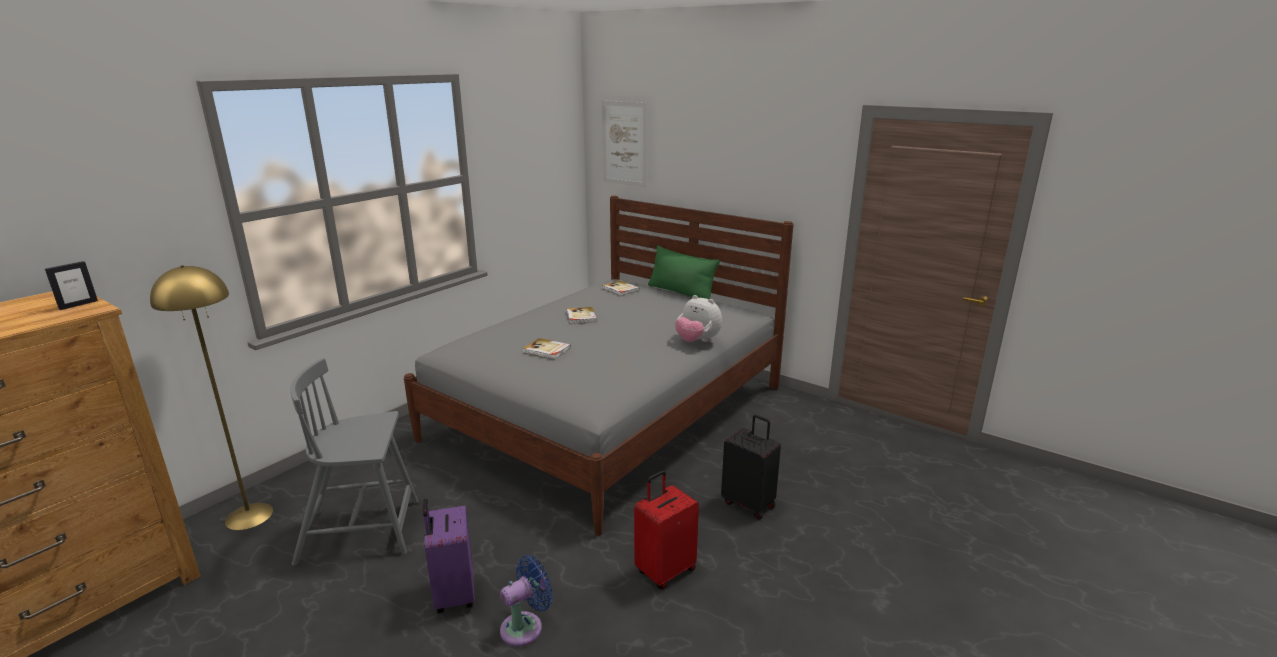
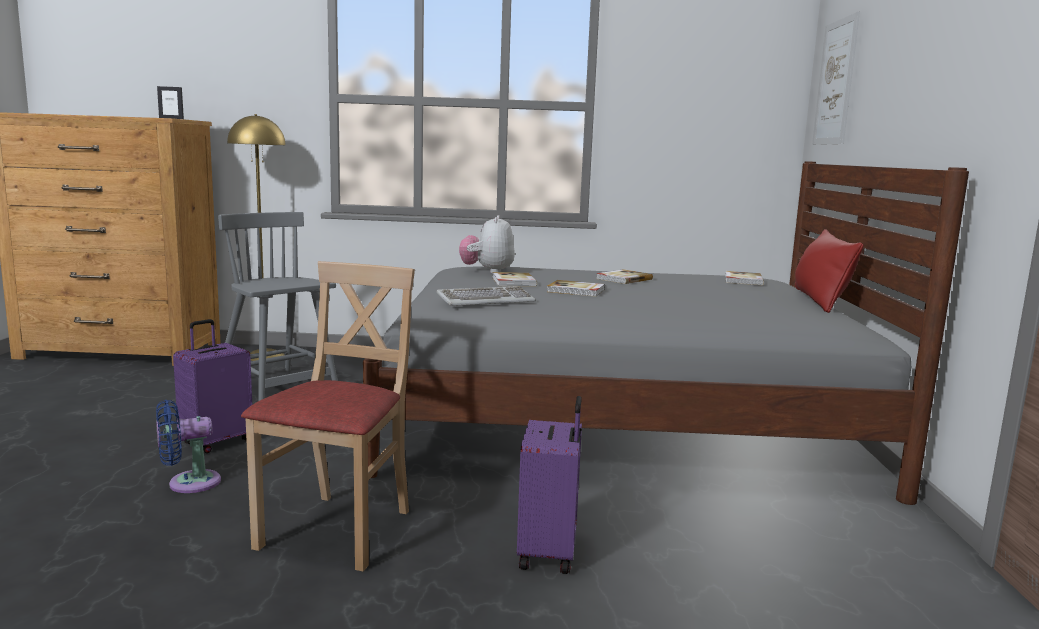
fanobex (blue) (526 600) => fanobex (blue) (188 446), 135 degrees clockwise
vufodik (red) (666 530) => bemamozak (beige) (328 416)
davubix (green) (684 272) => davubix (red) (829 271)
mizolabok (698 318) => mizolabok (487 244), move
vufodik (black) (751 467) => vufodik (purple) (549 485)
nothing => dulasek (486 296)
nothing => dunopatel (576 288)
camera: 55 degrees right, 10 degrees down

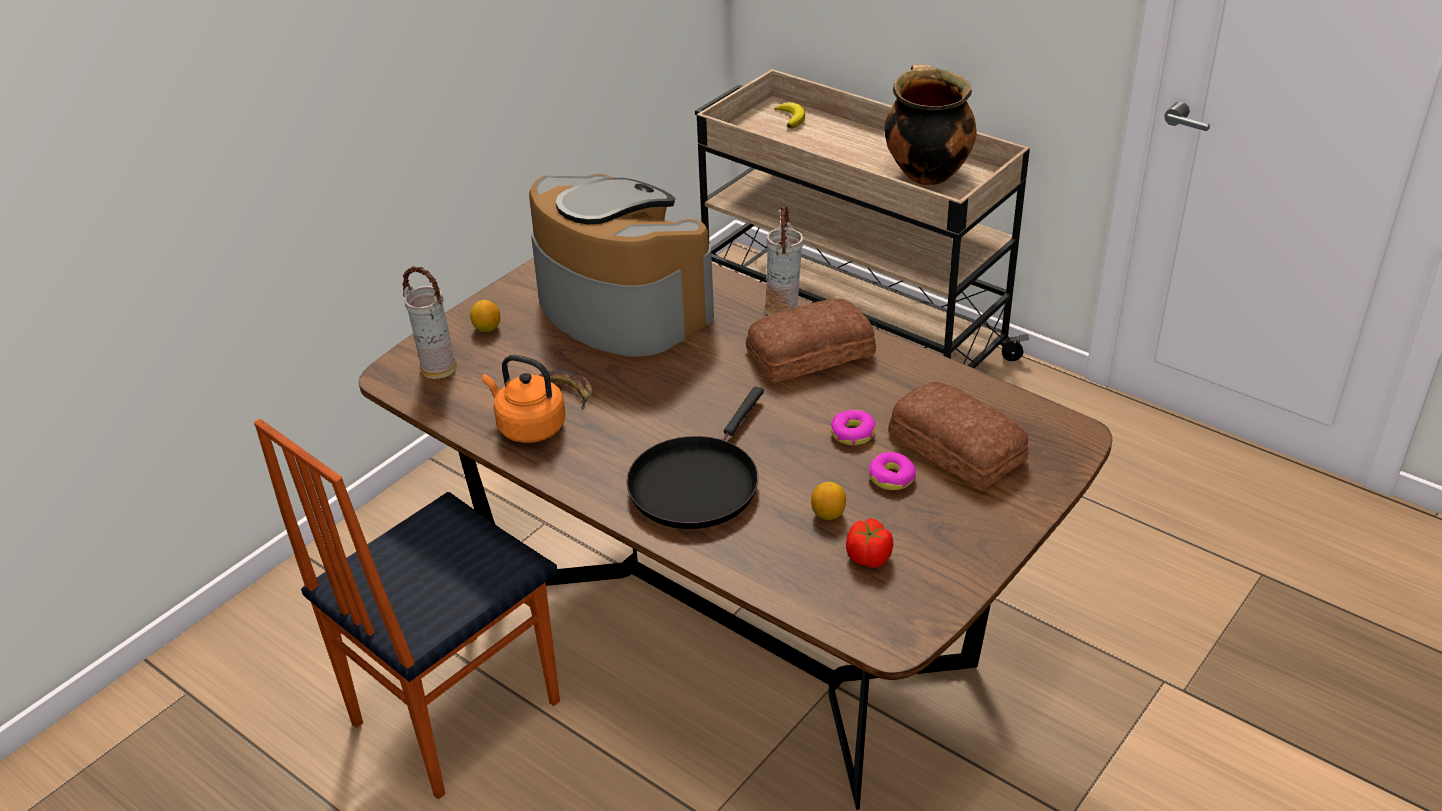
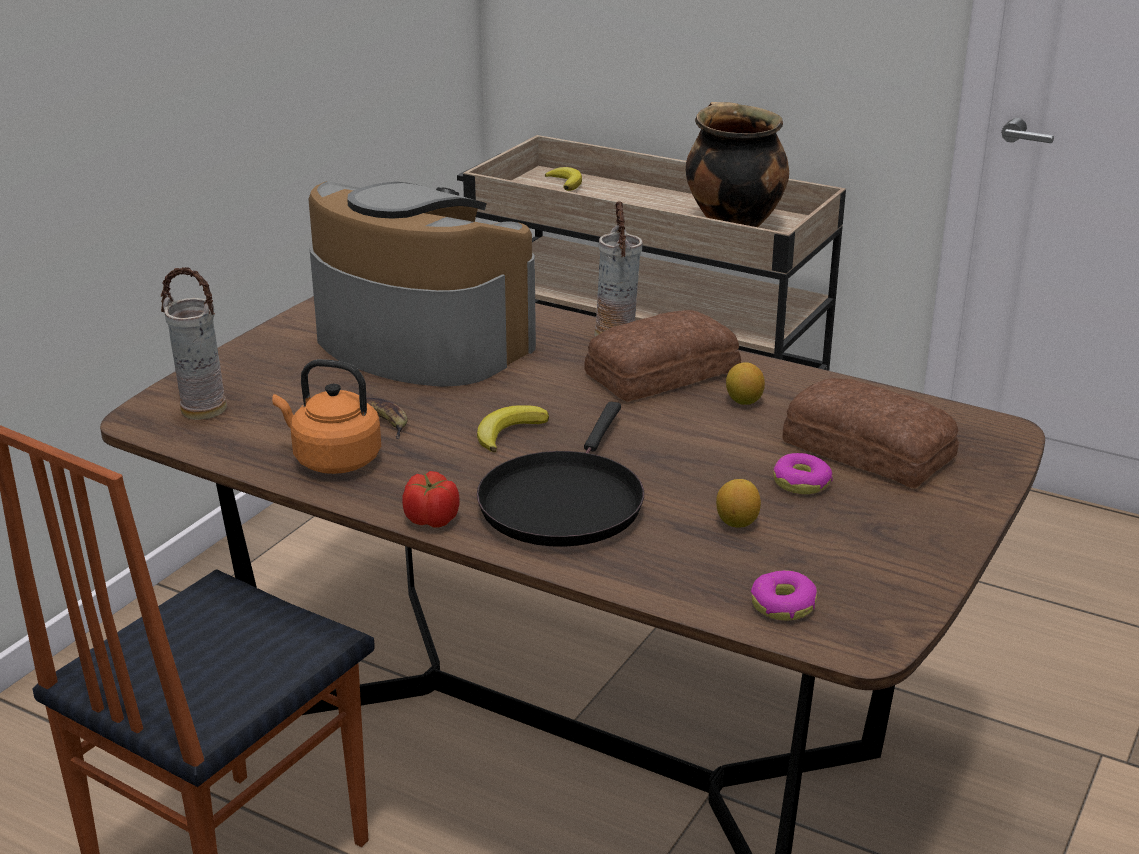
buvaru (485 316) => buvaru (745 383), move
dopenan (853 427) => dopenan (784 595), move
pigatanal (869 543) => pigatanal (431 499), move
nothing => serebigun (513 428)
camera: 10 degrees left, 10 degrees down

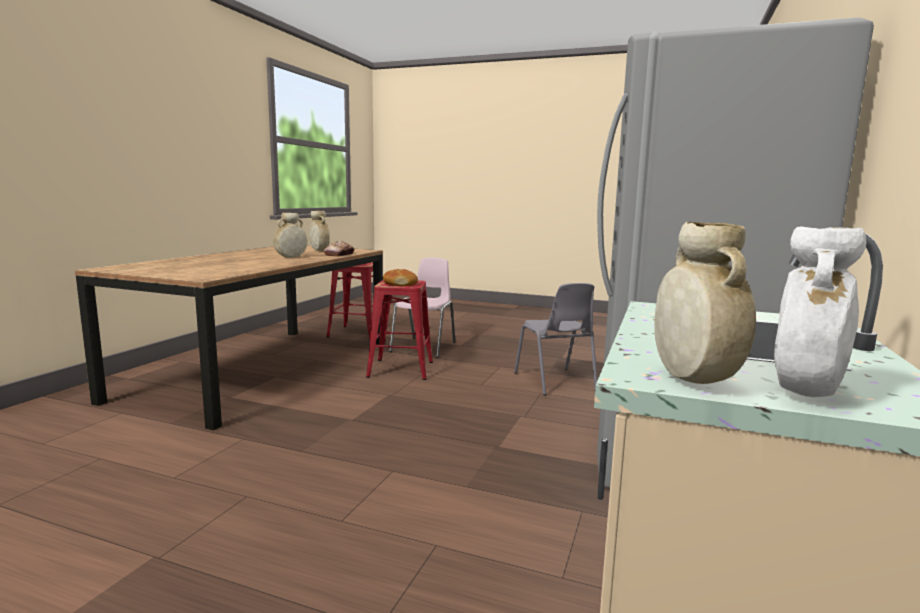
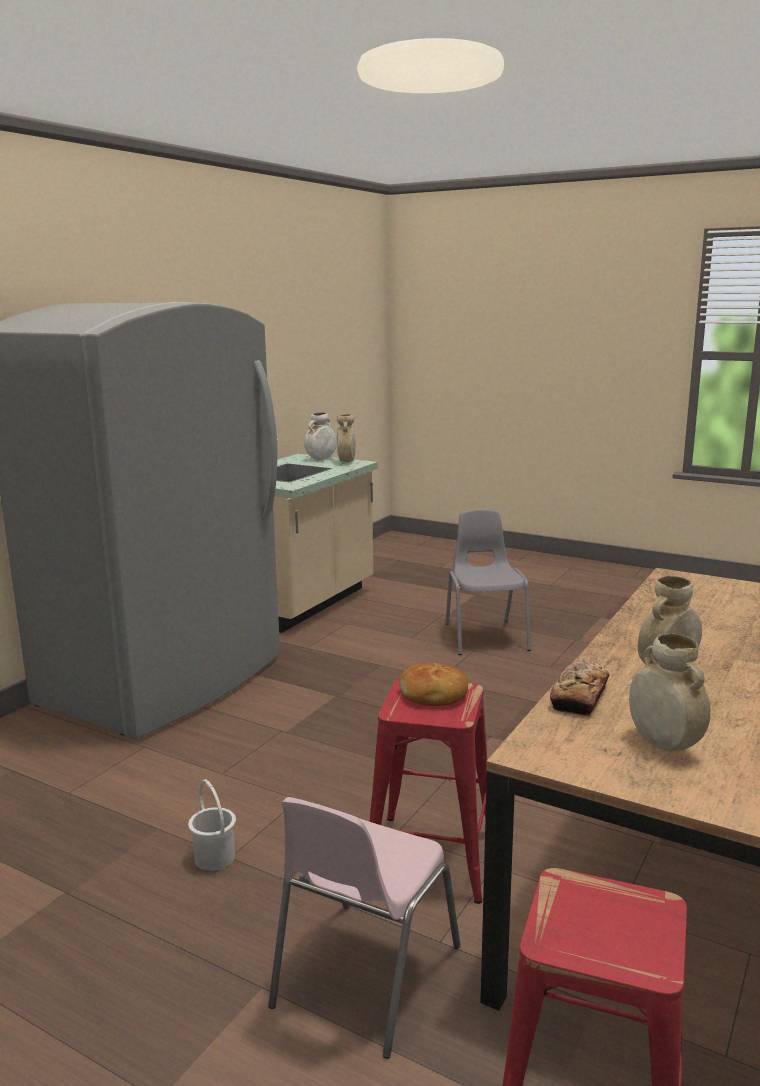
bemamozak (grey) (555 339) => bemamozak (grey) (488 582), move
nothing => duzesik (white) (212 825)
camera: 170 degrees left, 5 degrees up

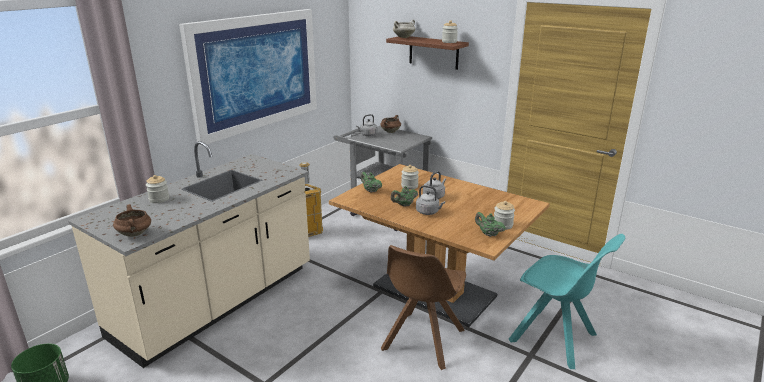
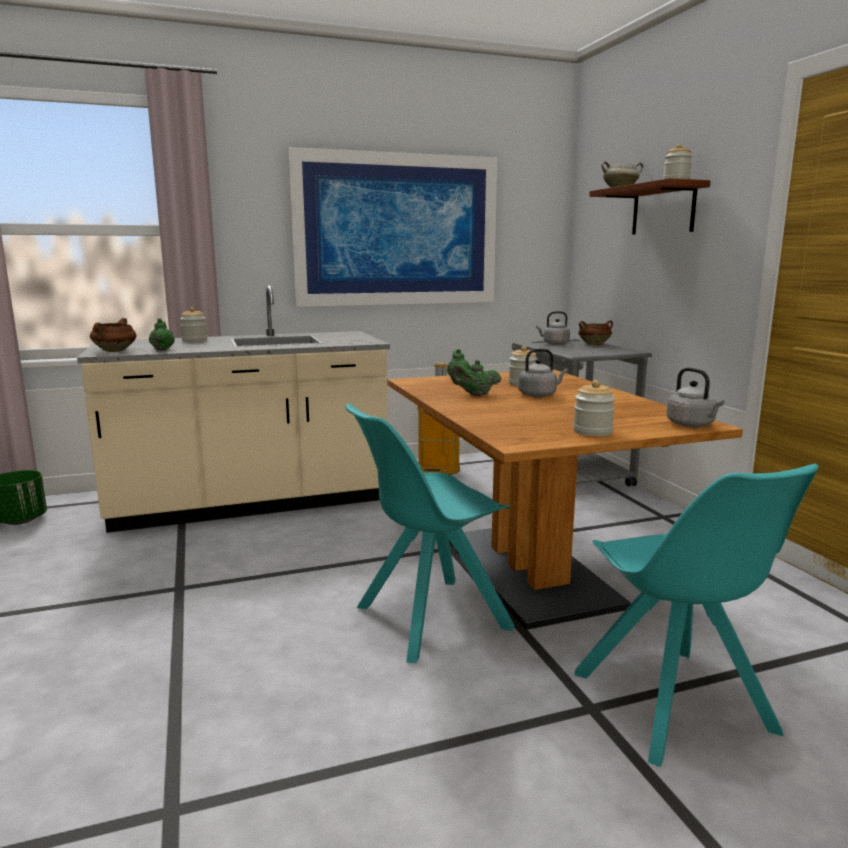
bemamozak (brown) (423 307) => bemamozak (turquoise) (430 533)
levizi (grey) (430 200) => levizi (grey) (695 397), move
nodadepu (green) (490 224) => nodadepu (green) (162 334), move
camera: 35 degrees right, 10 degrees down

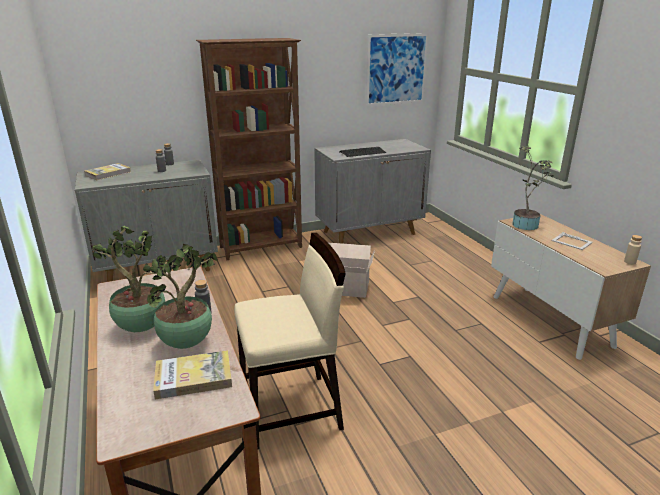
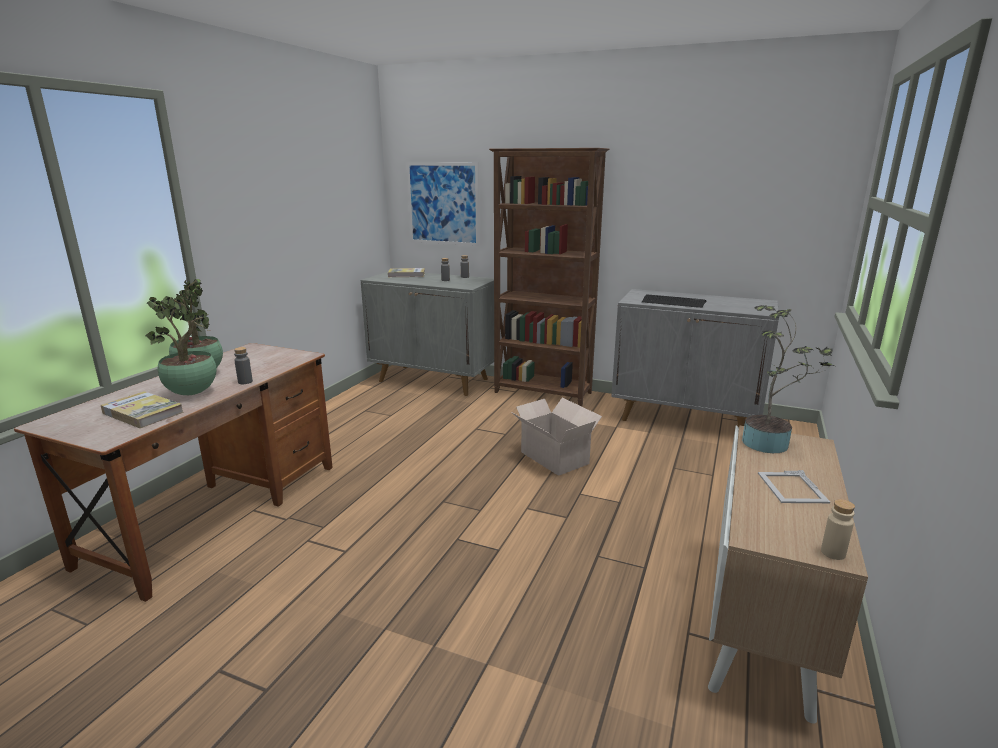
bemamozak (beige) (290 341) => nothing
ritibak (397 69) => ritibak (443 204), move
camera: 45 degrees right, 5 degrees down

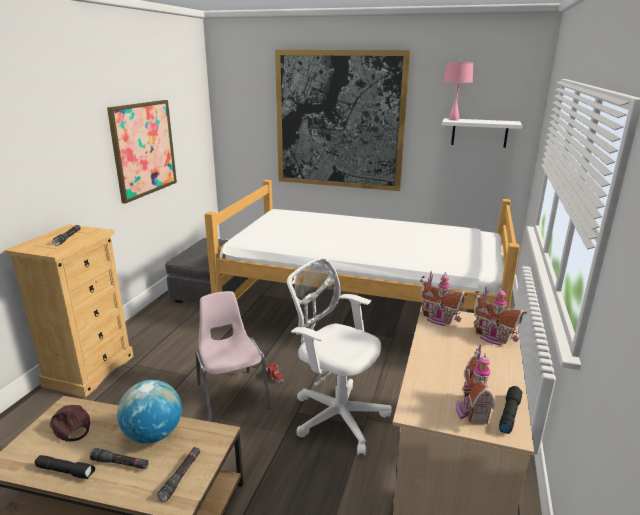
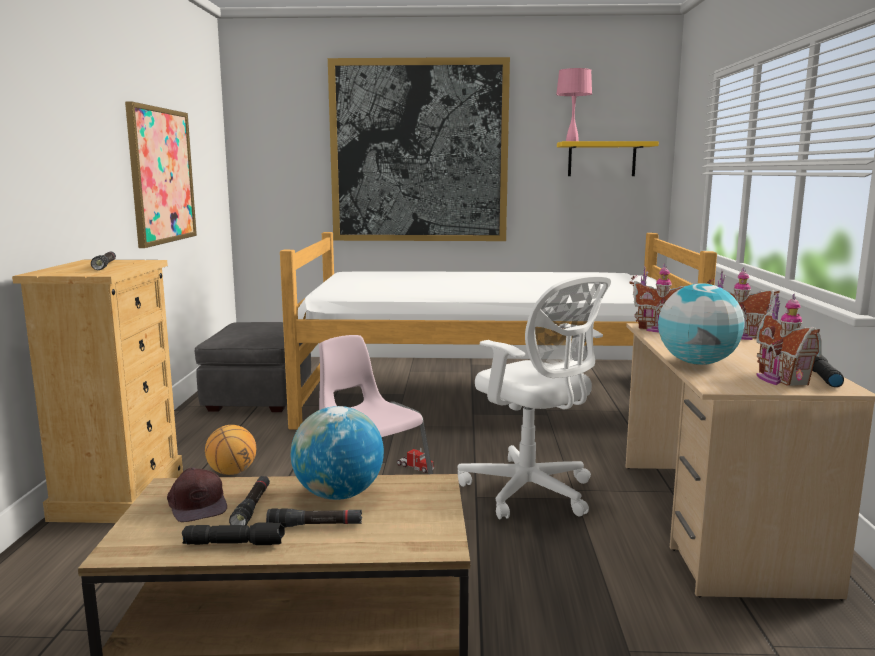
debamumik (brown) (70 423) => debamumik (brown) (197 494), 150 degrees counterclockwise
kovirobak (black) (178 474) => kovirobak (black) (249 500), move
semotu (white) (339 356) => semotu (white) (534 397), 150 degrees counterclockwise
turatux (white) (482 133) => turatux (yellow) (608 158)
nothing => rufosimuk (230 450)
nothing => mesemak (701 324)
camera: 15 degrees left, 10 degrees down

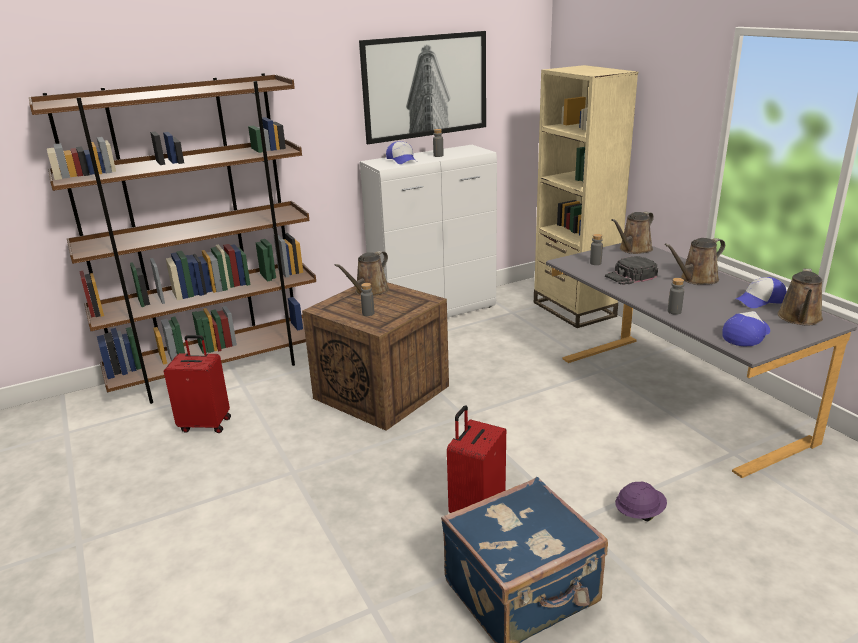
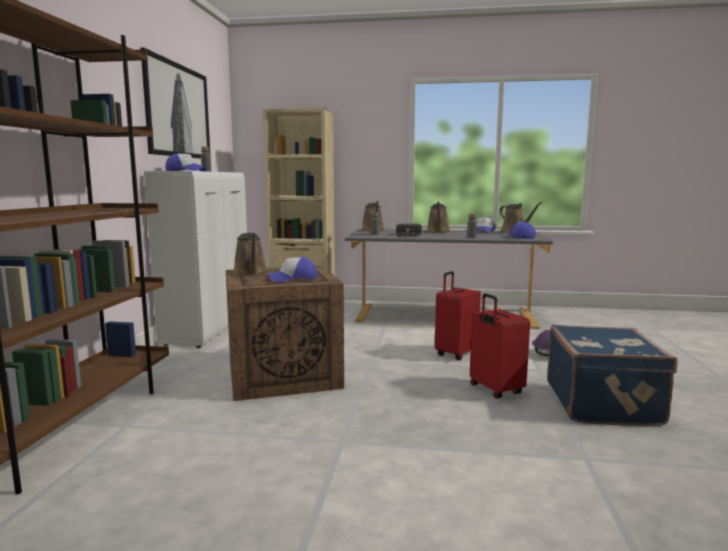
vufodik (red) (197 384) => vufodik (red) (458 315), move
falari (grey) (367 299) => debamumik (292 269)
camera: 55 degrees left, 15 degrees down

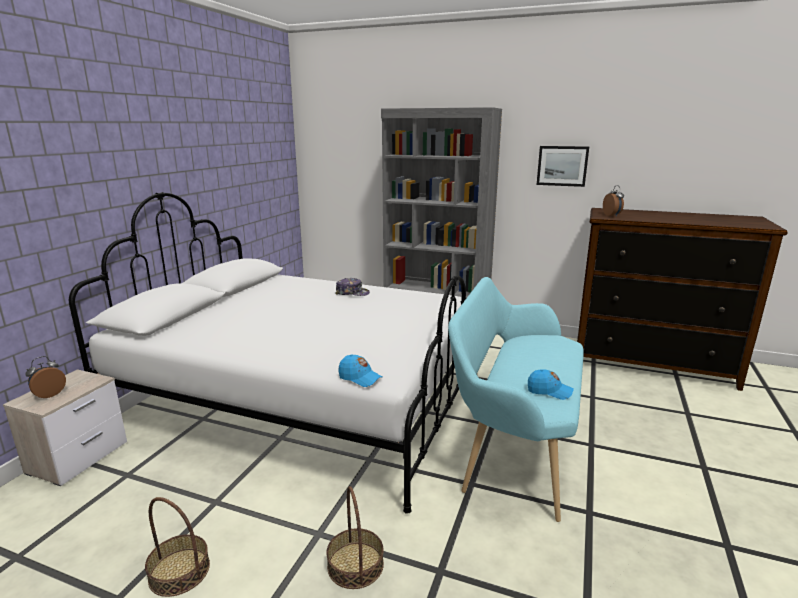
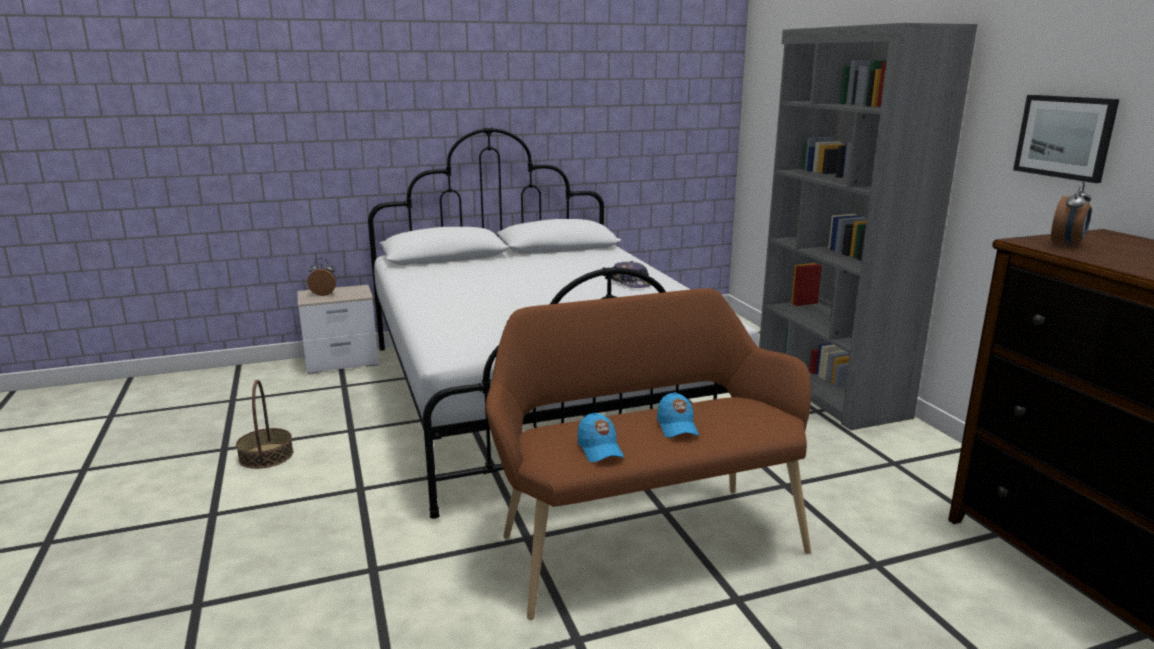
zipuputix (355 537) => nothing
debamumik (blue) (360 370) => debamumik (blue) (678 415), move
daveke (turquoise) (516 399) => daveke (brown) (648 454)
camera: 50 degrees right, 0 degrees up

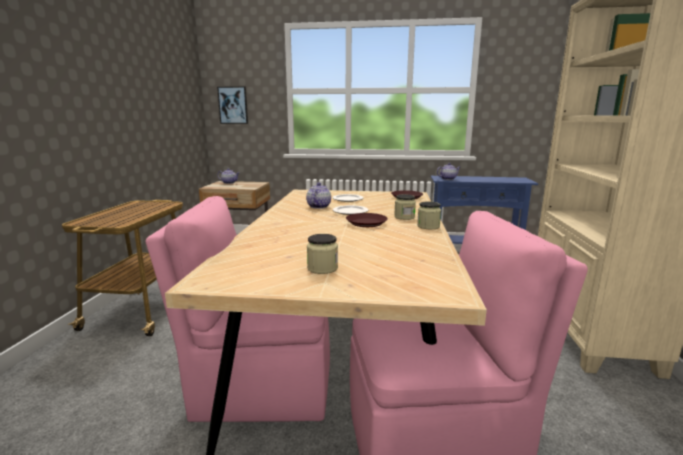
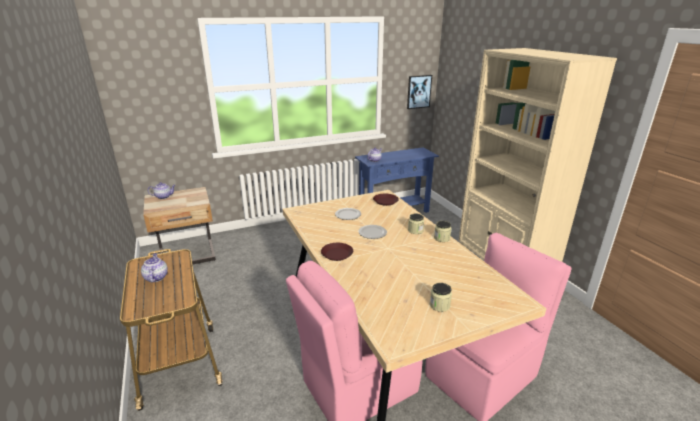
ritibak (232 105) => ritibak (419 92), move
nodadepu (318 196) => nodadepu (154 268), move
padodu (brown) (367 220) => padodu (brown) (337 252), move
camera: 30 degrees left, 10 degrees up

